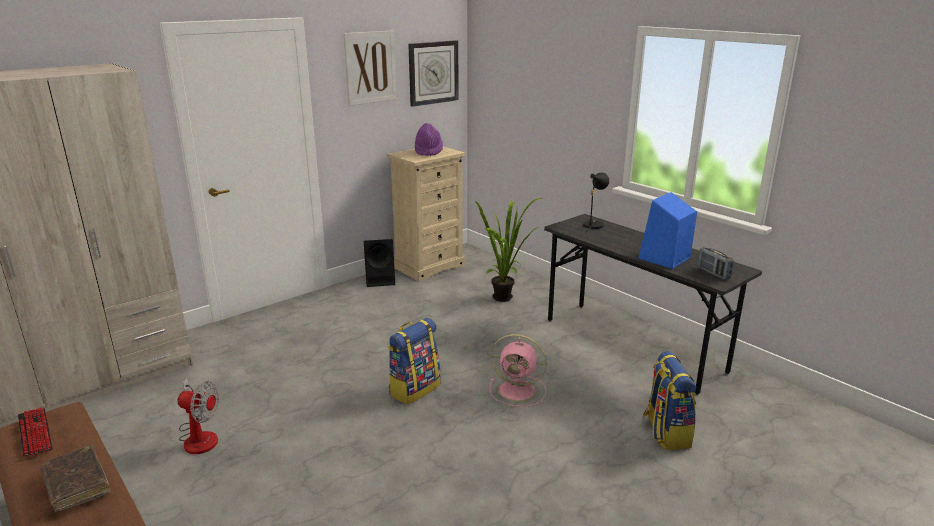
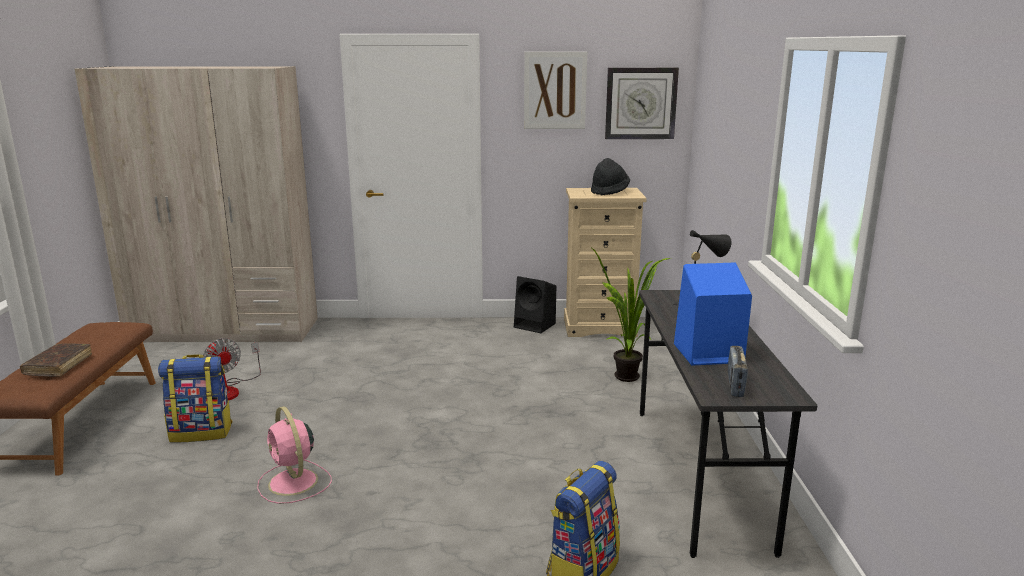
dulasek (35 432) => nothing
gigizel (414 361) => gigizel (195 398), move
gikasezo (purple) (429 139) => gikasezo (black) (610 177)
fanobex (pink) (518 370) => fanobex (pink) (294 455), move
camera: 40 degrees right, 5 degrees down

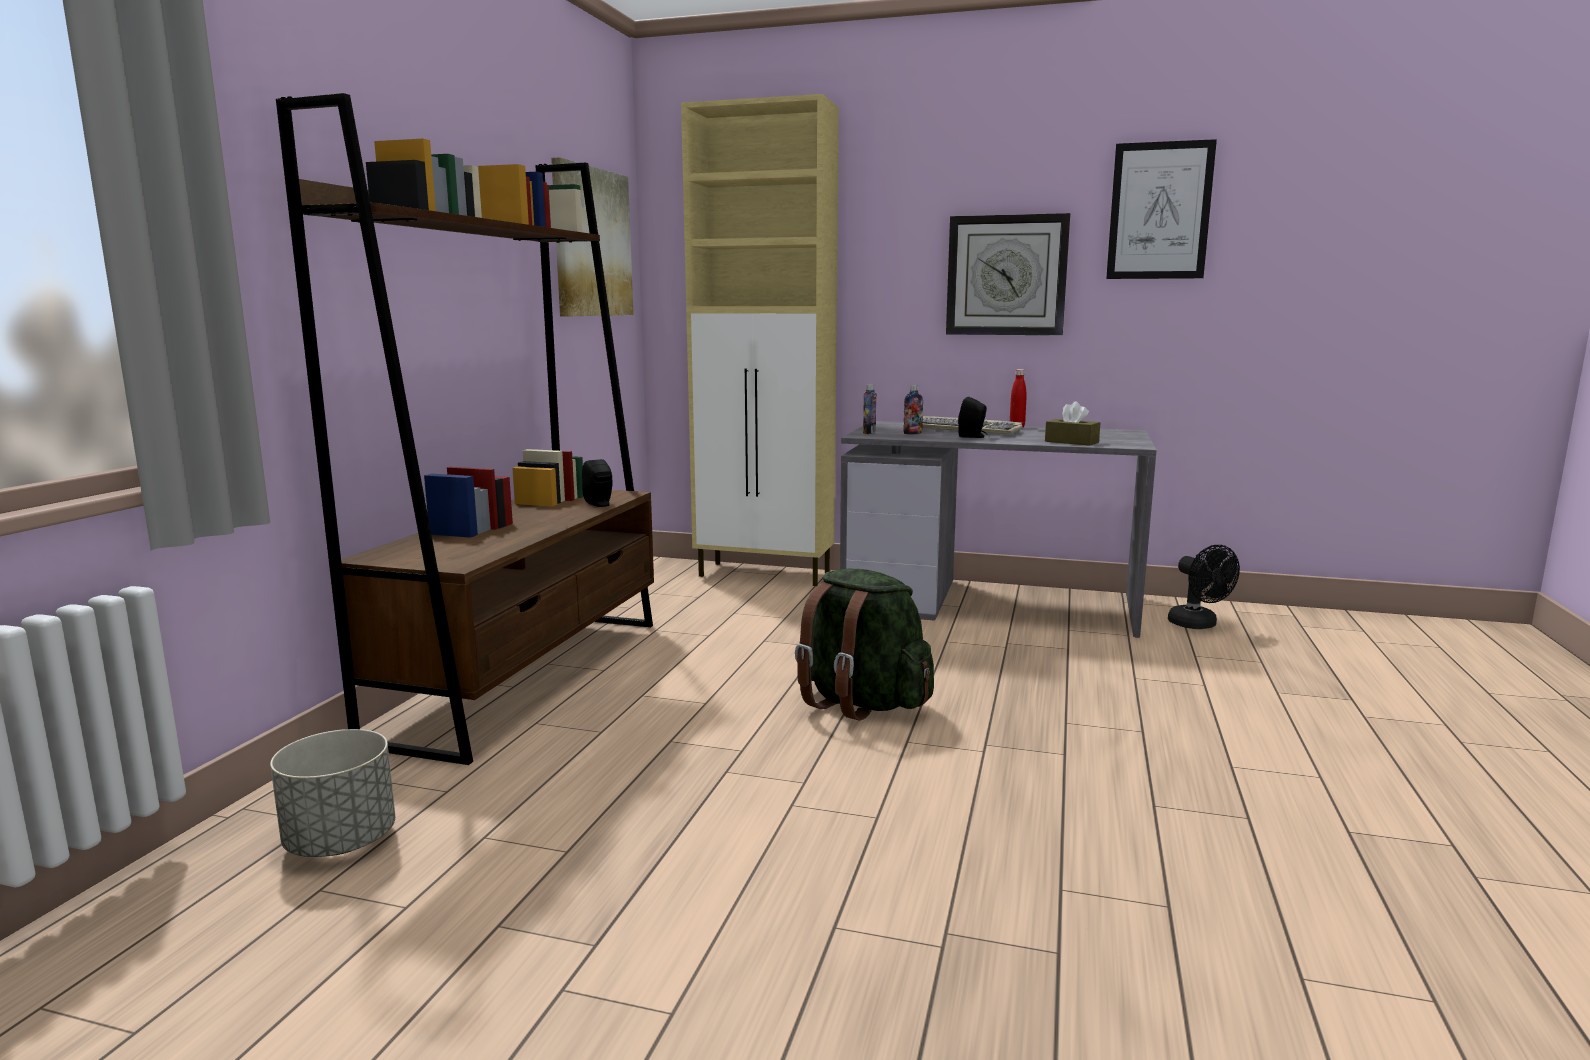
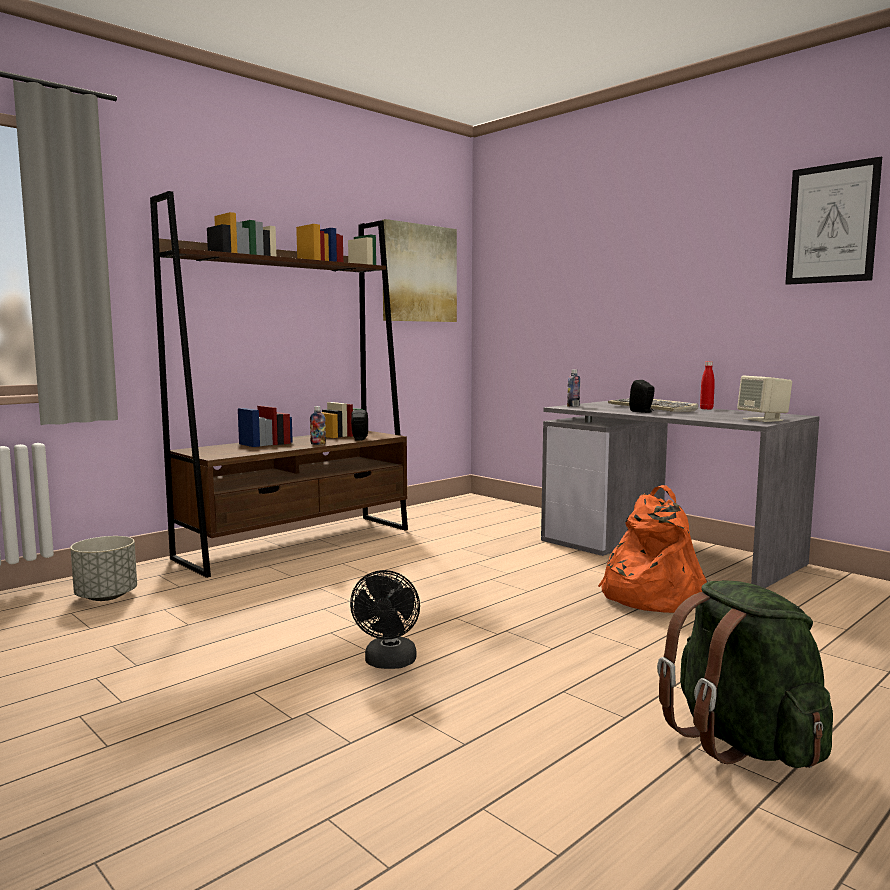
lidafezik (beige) (760 340) => nothing
gigizel (green) (864 645) => gigizel (green) (745 674), move
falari (913 409) => falari (318 425), move
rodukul (1008 274) => nothing
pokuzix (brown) (1072 423) => nothing
fanobex (black) (1204 587) => fanobex (black) (385 619), move
nothing => gigizel (orange) (653 549)
nothing => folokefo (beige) (764 398)
camera: 30 degrees right, 5 degrees down

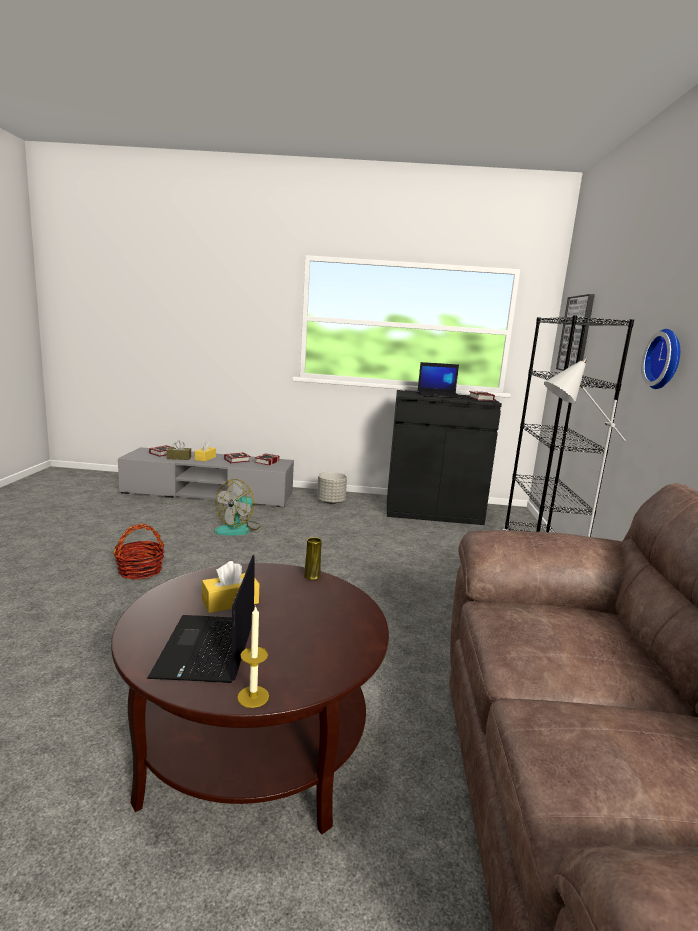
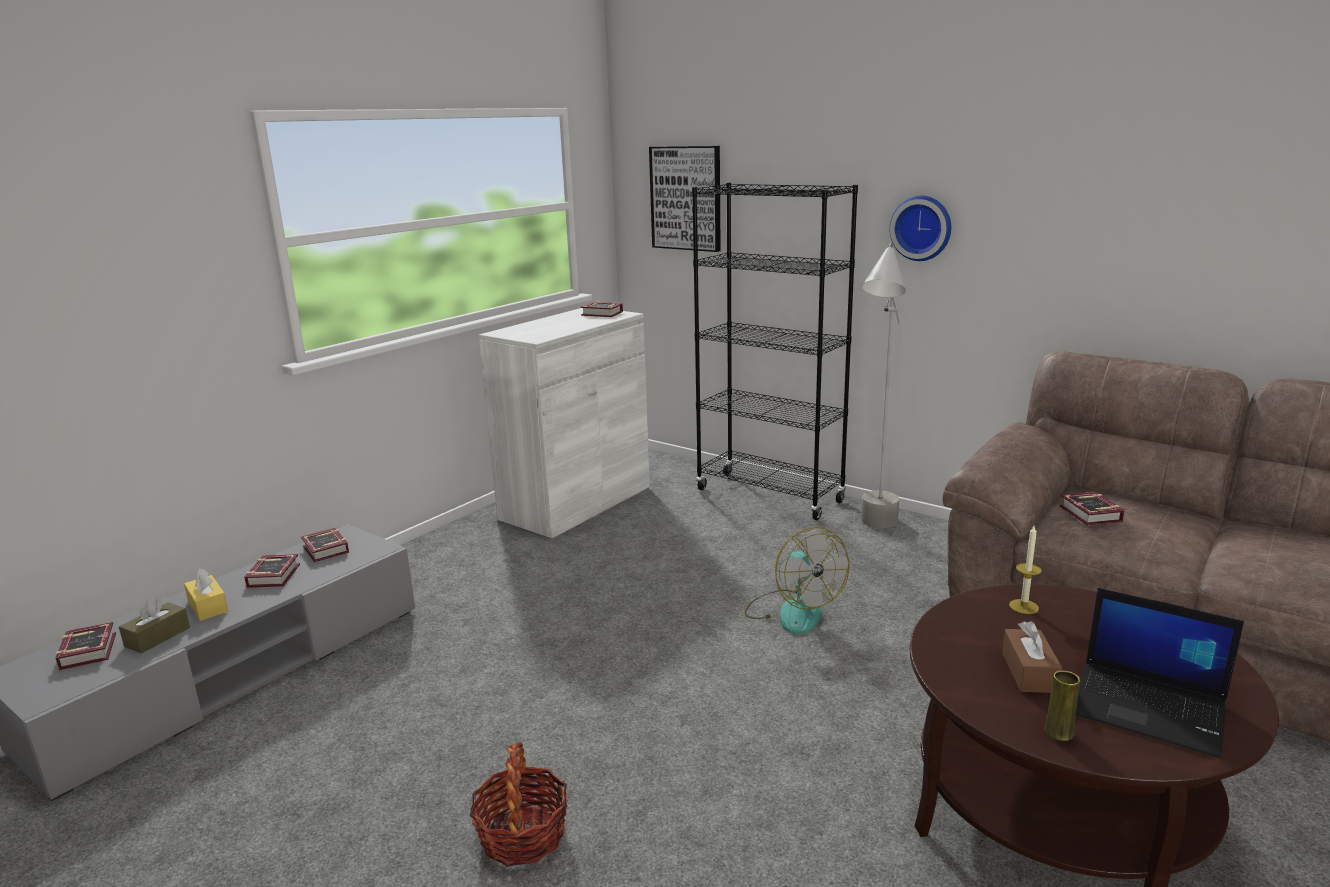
pokuzix (yellow) (230 587) => pokuzix (brown) (1032 657)
fanobex (237 507) => fanobex (797 581), move
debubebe (253 657) => debubebe (1025 569), move
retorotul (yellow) (313 558) => retorotul (yellow) (1062 705), move
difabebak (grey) (332 488) => nothing
lidafezik (black) (444 457) => lidafezik (white) (564 423)
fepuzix (441 380) => nothing
nothing => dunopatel (1092 509)
camera: 55 degrees left, 5 degrees up

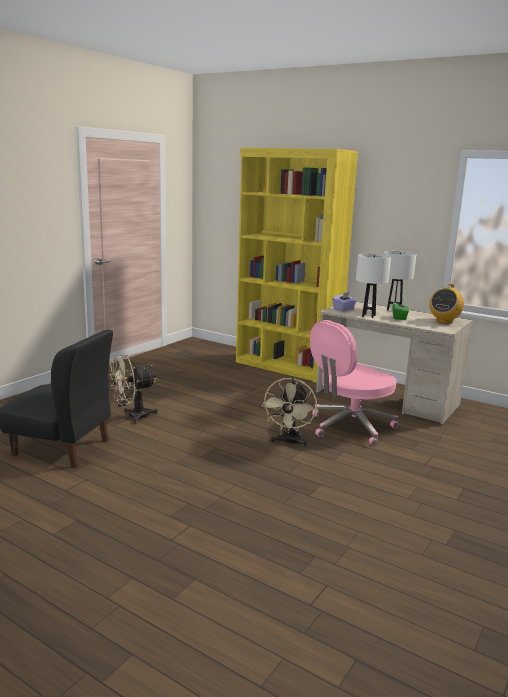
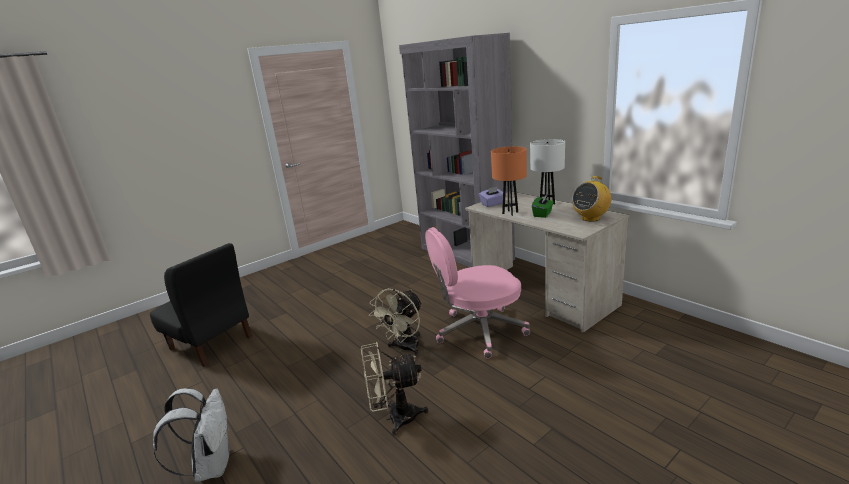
fanobex (beige) (133 389) => fanobex (beige) (395 389), move
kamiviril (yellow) (297 265) => kamiviril (grey) (457 150)
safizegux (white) (373 286) => safizegux (orange) (509 181)
nothing => gigizel (white) (191 435)
camera: 20 degrees right, 5 degrees up

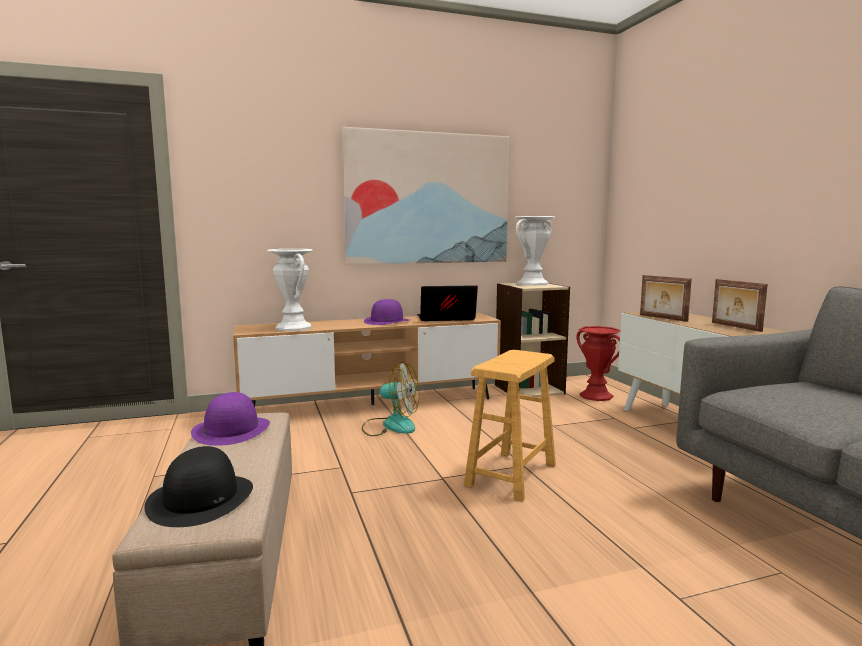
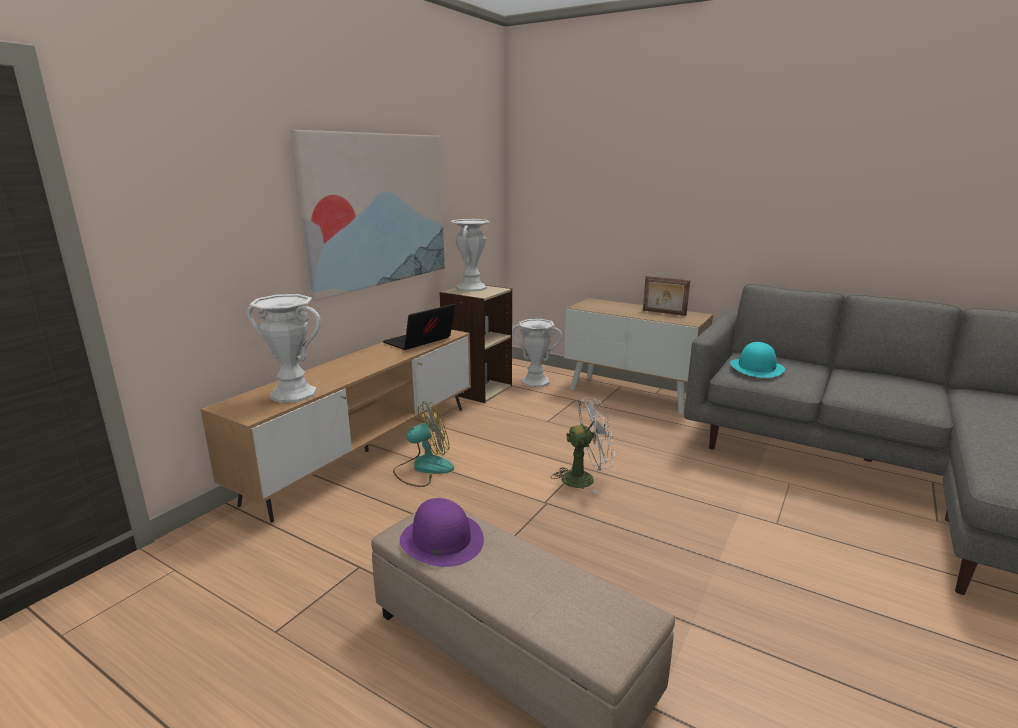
gikasezo (black) (198 486) => nothing
gikasezo (purple) (386 312) => nothing
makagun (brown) (510 426) => fanobex (white) (583 445)
retorotul (red) (598 363) => retorotul (white) (537 353)
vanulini (666 298) => nothing
nothing => gikasezo (turquoise) (757 360)
camera: 40 degrees left, 10 degrees up

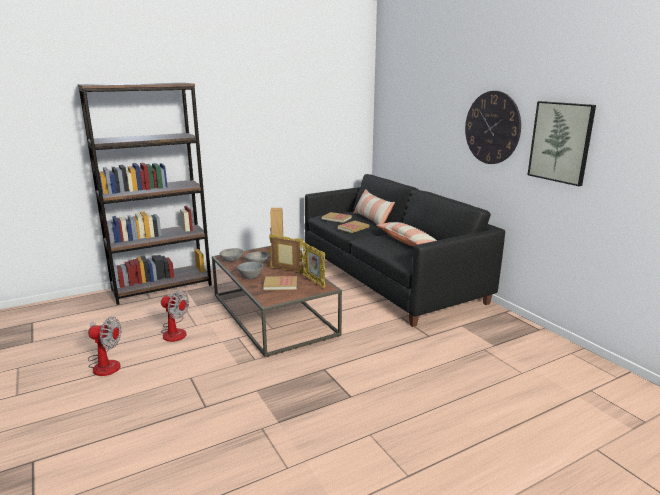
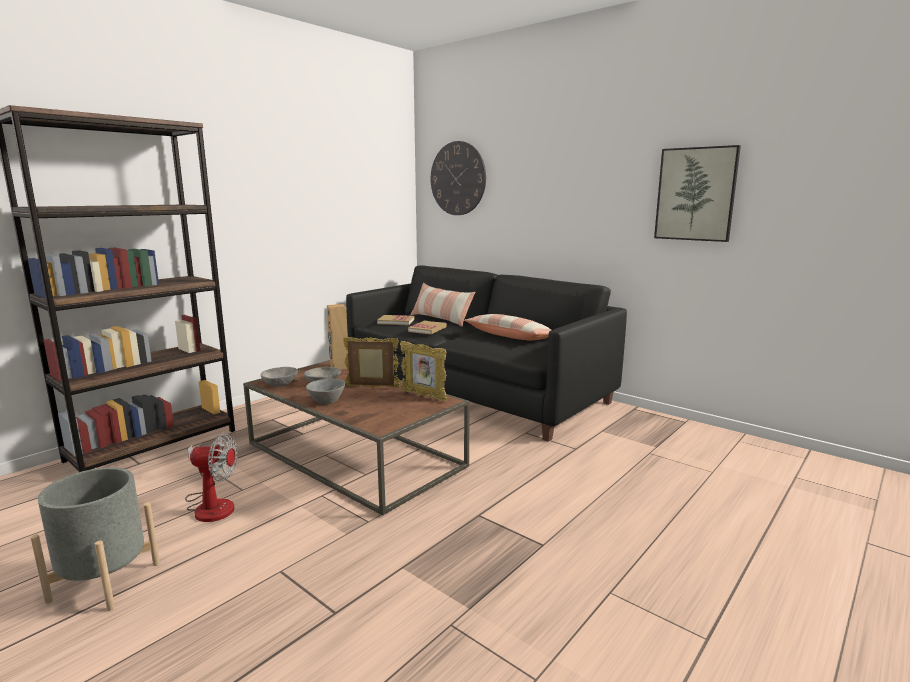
fanobex (104 346) => difabebak (grey) (95 539)
dunopatel (280 283) => nothing
rodukul (493 127) => rodukul (458 178), move
camera: 20 degrees left, 5 degrees down

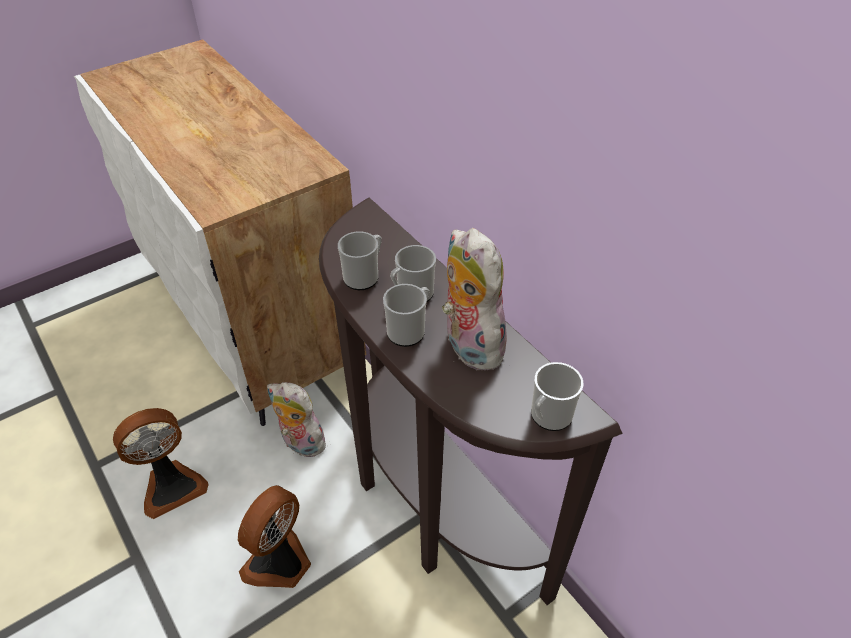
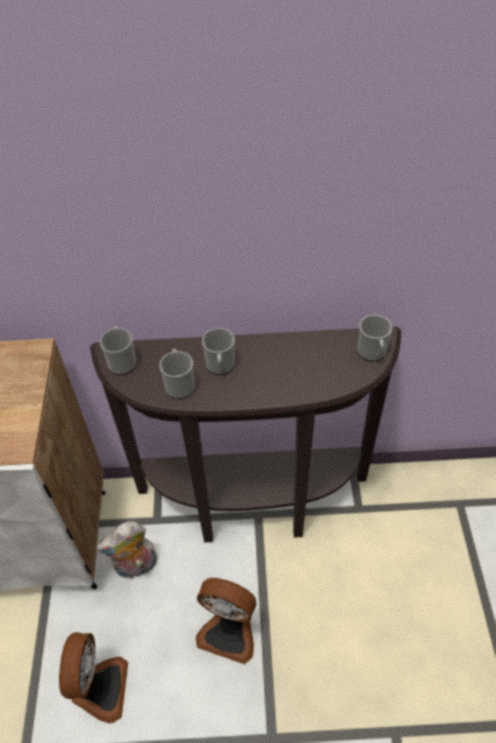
fanobex (274 536) => fanobex (226 621), 45 degrees counterclockwise
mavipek (406 315) => mavipek (118 350), move
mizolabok (475 299) => nothing
camera: 55 degrees left, 5 degrees up

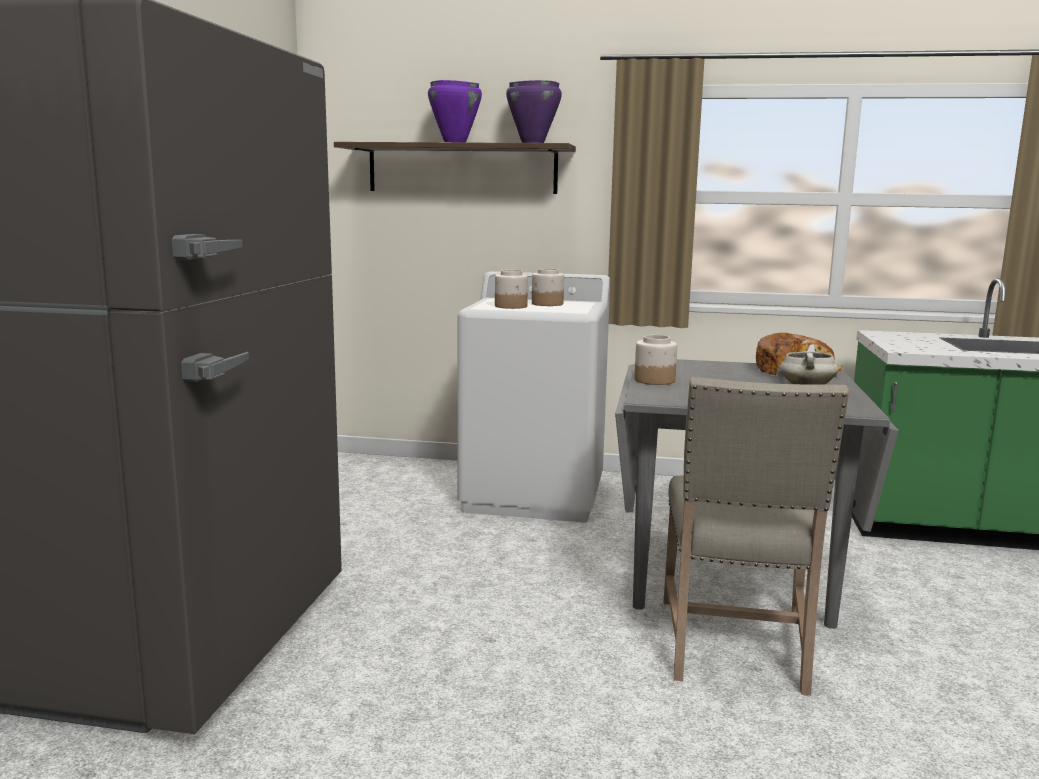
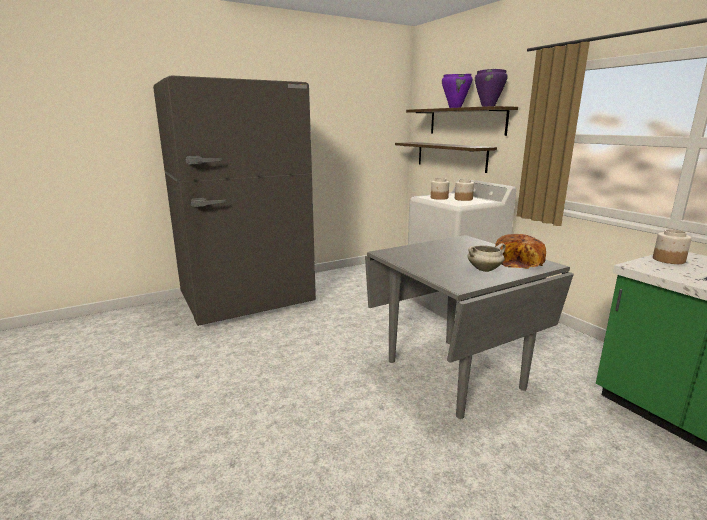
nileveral (655 360) => nileveral (672 246), move
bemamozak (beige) (756 536) => nothing
nothing => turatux (446 157)
camera: 50 degrees right, 5 degrees up

